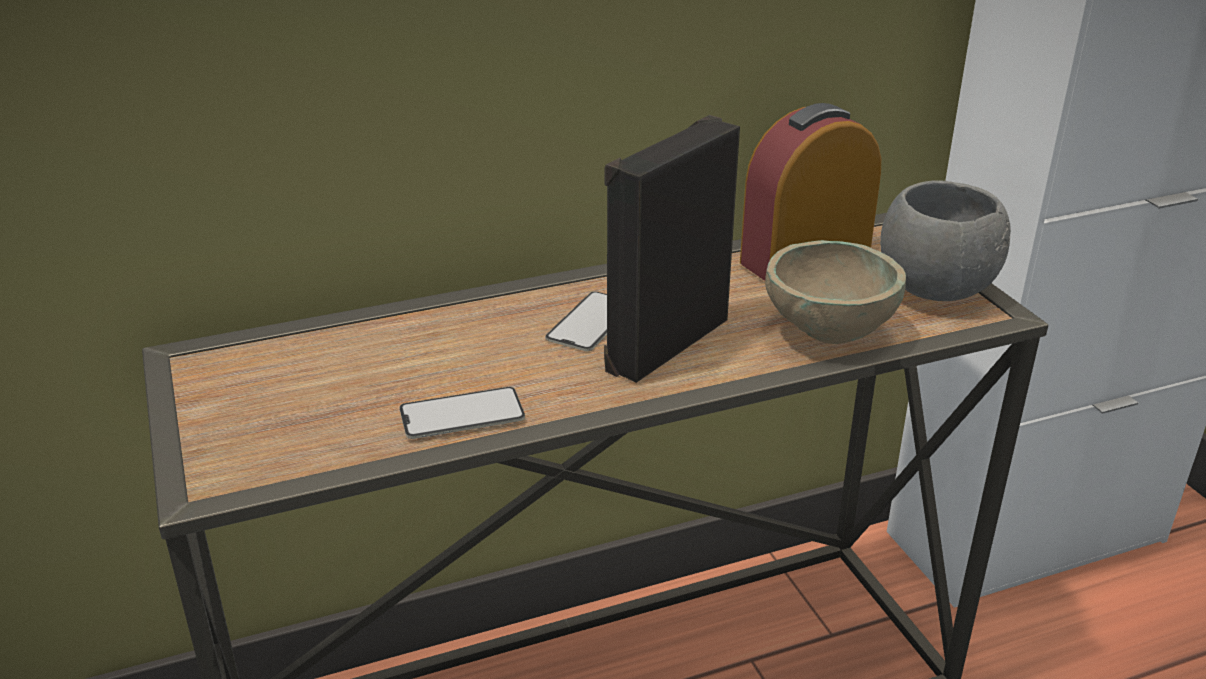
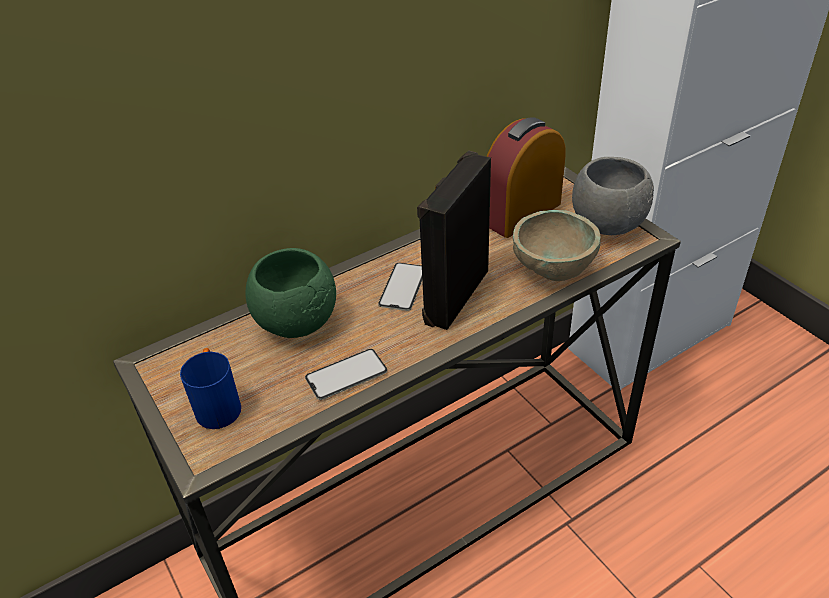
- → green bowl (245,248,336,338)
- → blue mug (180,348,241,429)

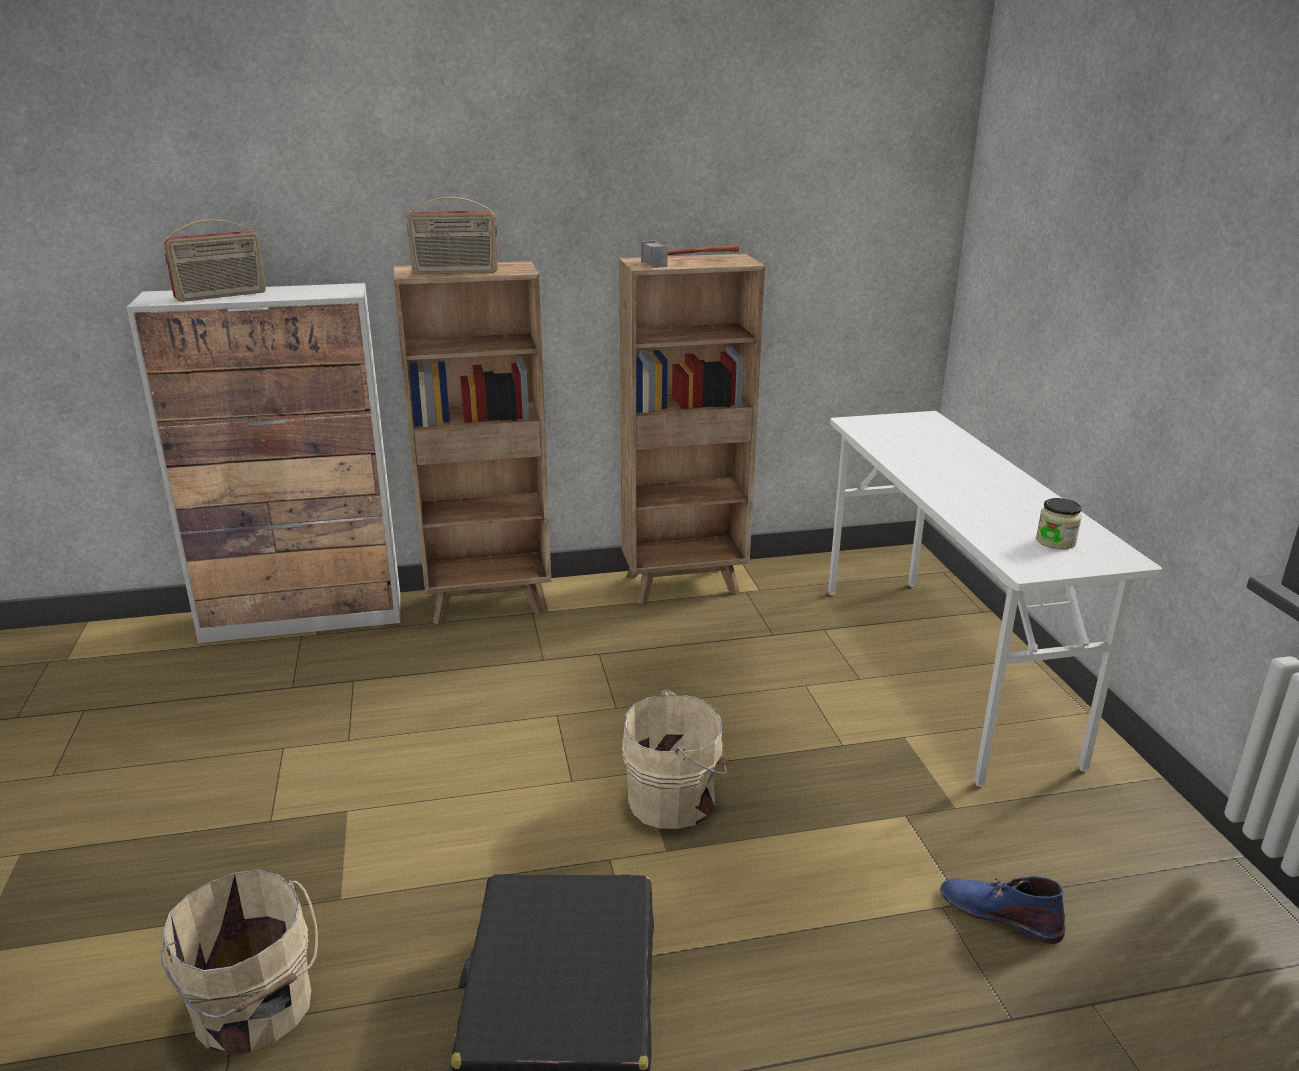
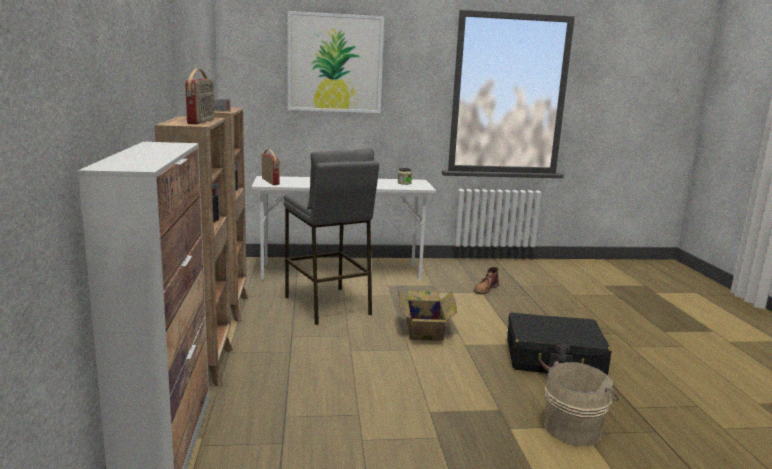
radio (163,219,266,302) → radio (262,149,280,185), moved
beige bucket (622,690,727,829) → cardboard box (397,289,457,340)
blue boot (940,876,1065,944) → brown boot (474,267,499,294)
- → picture (287,11,384,113)
- → grey stool (284,148,379,325)

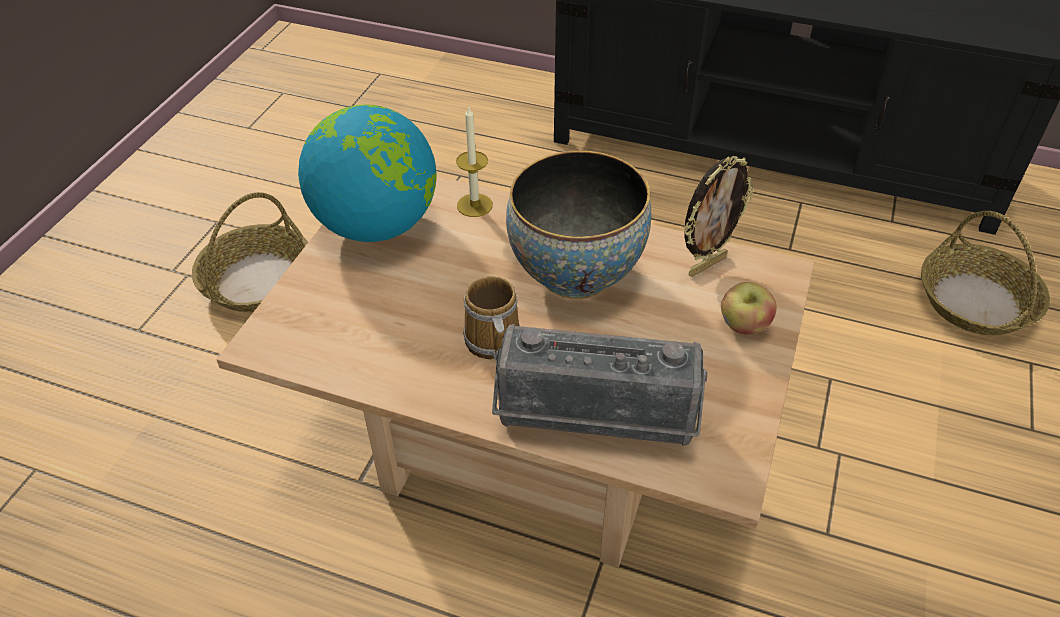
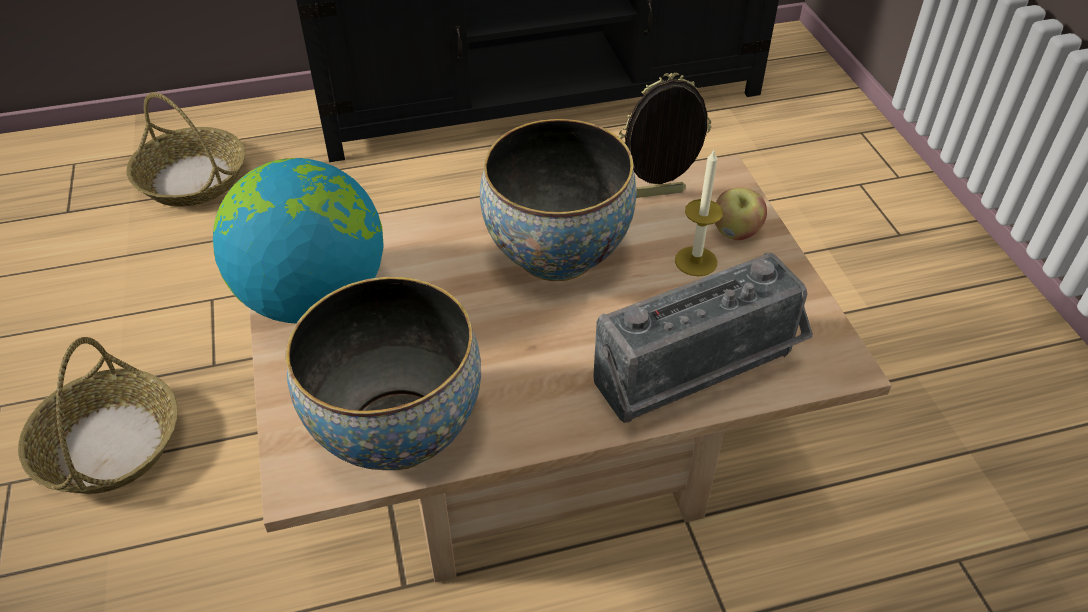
candle (456,105,493,217) → candle (675,150,723,276), moved
picture frame (684,156,754,277) → picture frame (618,73,711,198), 120 degrees counterclockwise
basket (921,211,1050,335) → basket (126,92,245,207), moved
mug (463,276,520,363) → -
- → bowl (286,277,481,470)

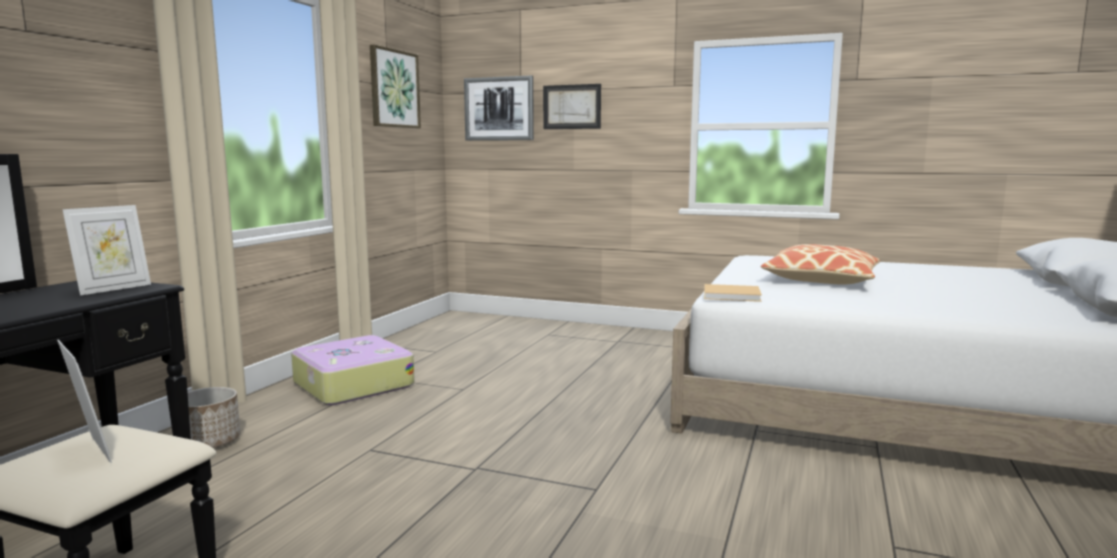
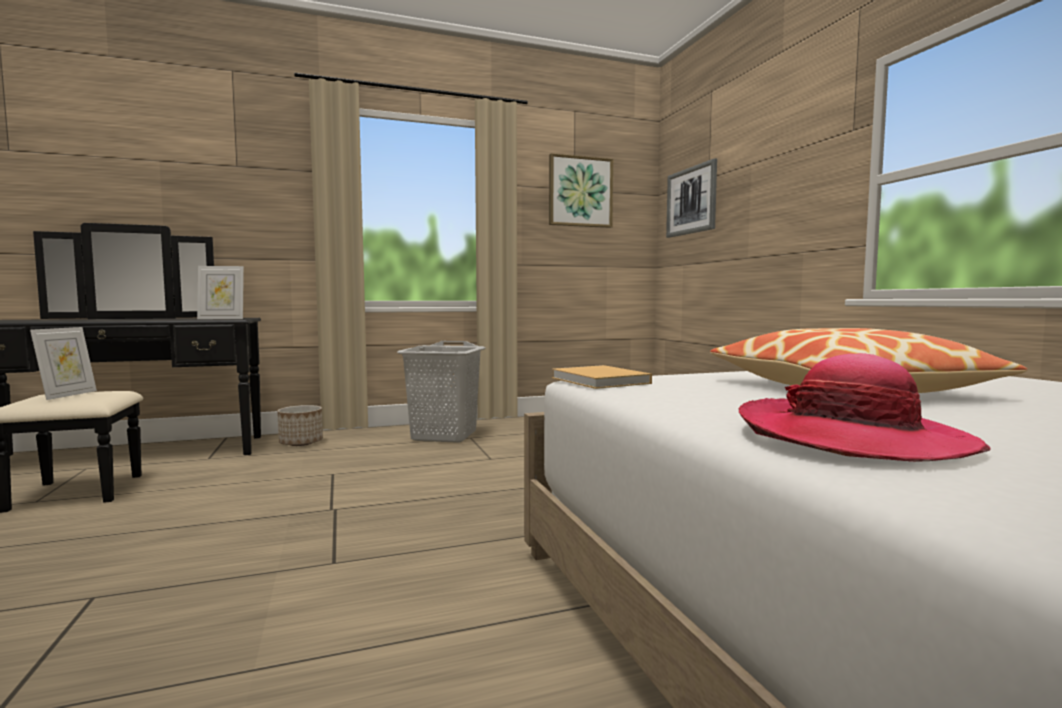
picture (543,84,601,129) → -
suitcase (291,335,414,405) → grey laundry basket (397,341,485,443)
- → hat (739,353,991,462)

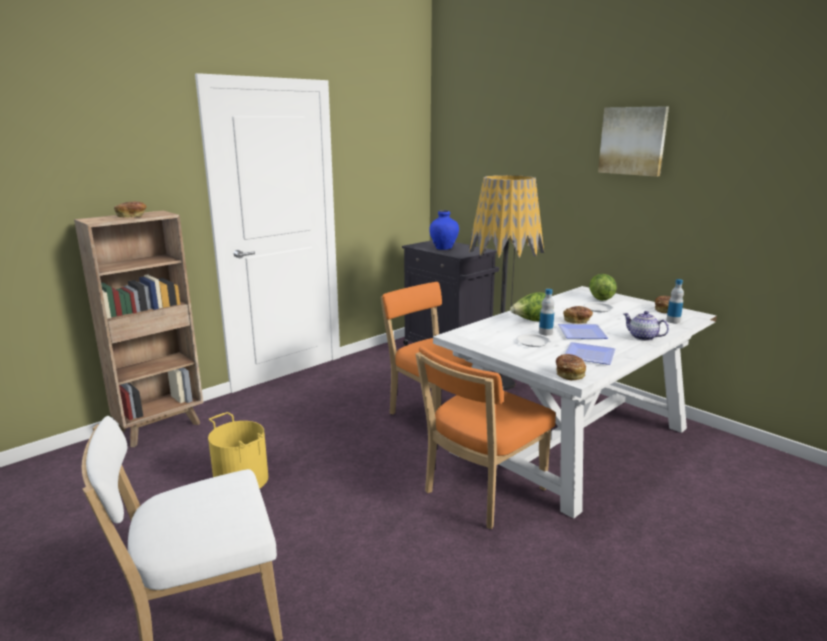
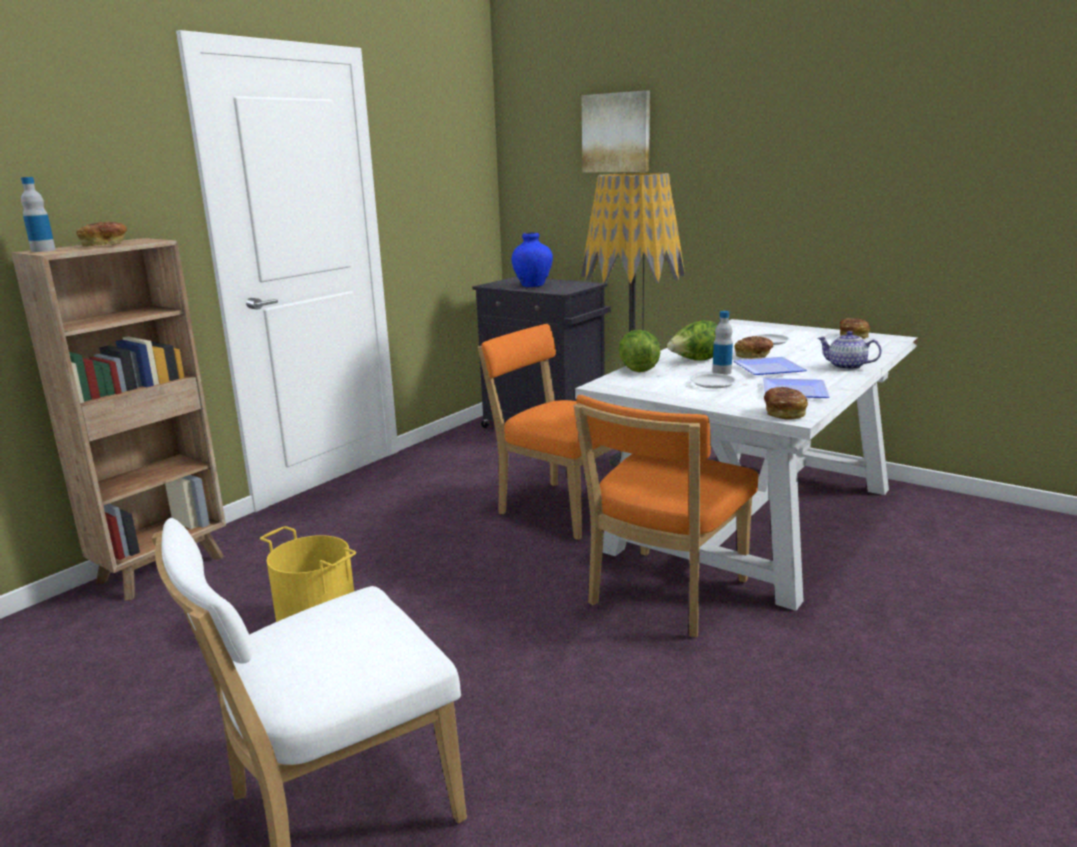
picture (598,106,669,177) → picture (581,90,650,173), moved
lettuce (589,274,617,301) → lettuce (618,330,660,372), moved
bottle (666,279,684,324) → bottle (21,177,56,252), moved

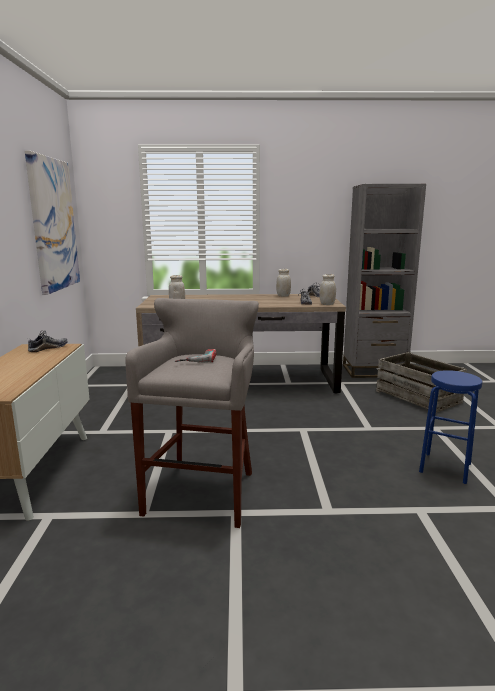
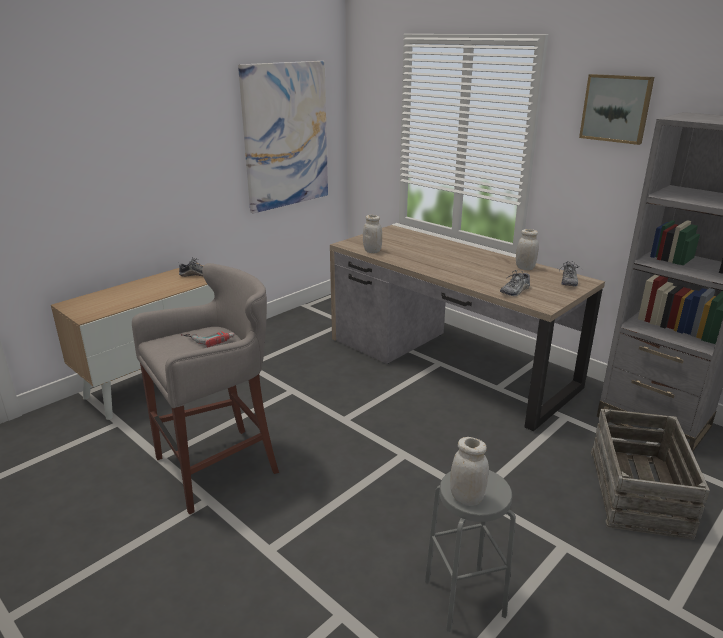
white jar (320,274,336,305) → white jar (450,437,489,506), moved
blue stool (419,370,483,484) → grey stool (425,470,516,632)
- → picture (579,74,654,145)

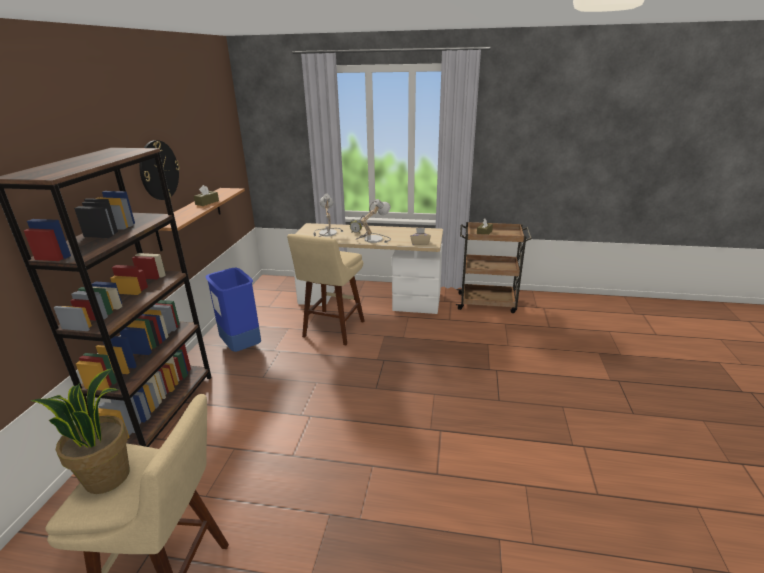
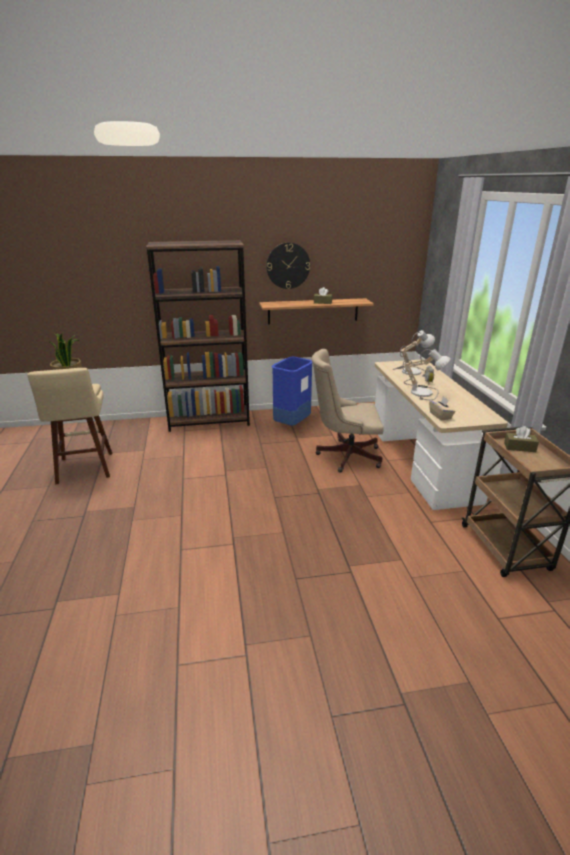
beige stool (287,234,364,345) → beige office chair (311,349,384,473)

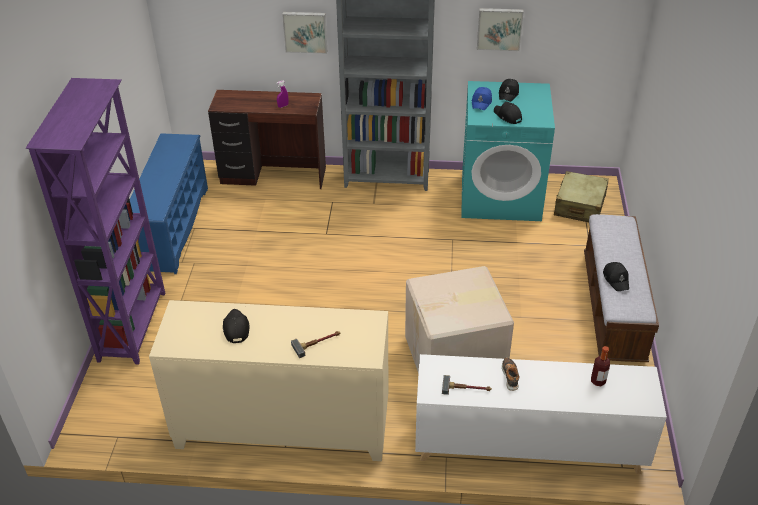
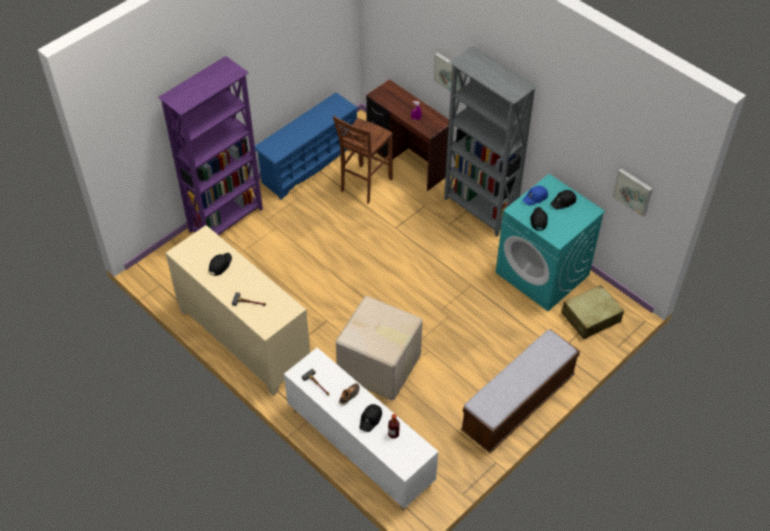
picture (477,8,524,51) → picture (612,168,653,217), moved
black cap (603,262,629,291) → black cap (359,404,382,432), moved
- → brown stool (333,116,393,204)

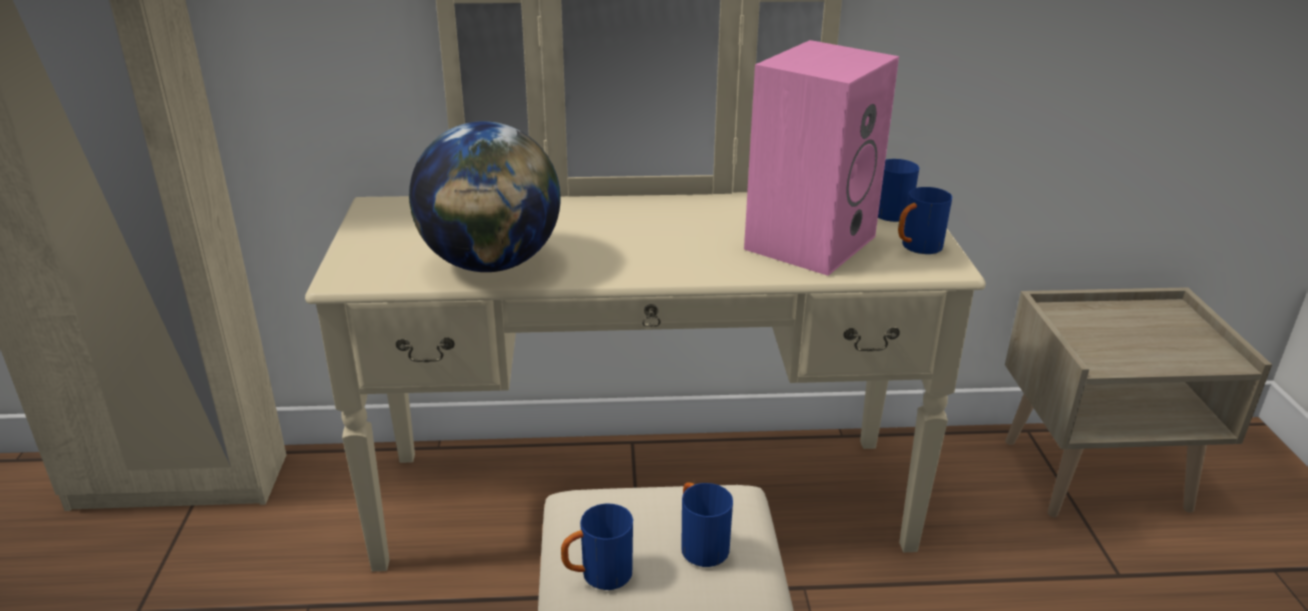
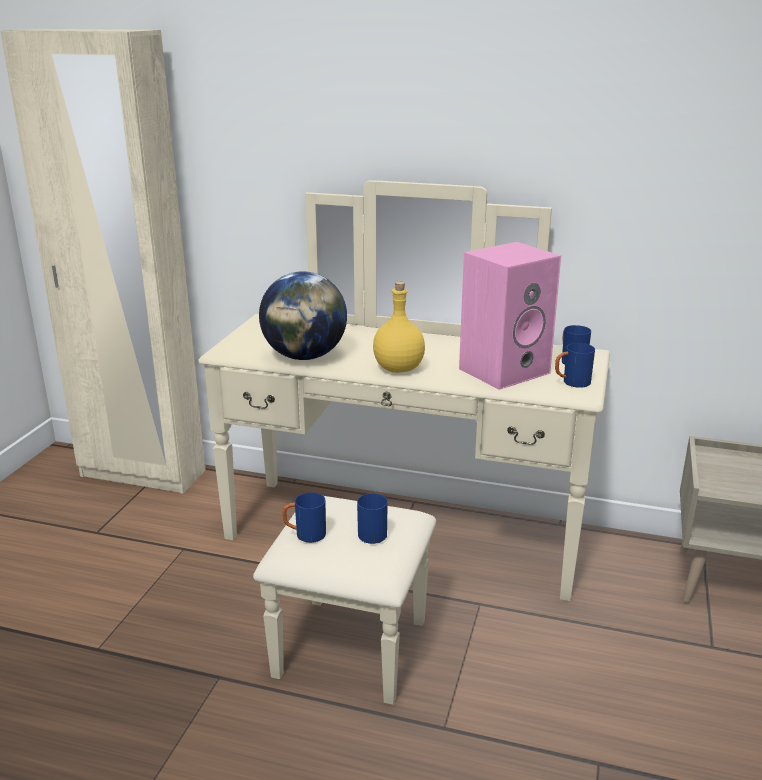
- → yellow bottle (373,281,425,373)

